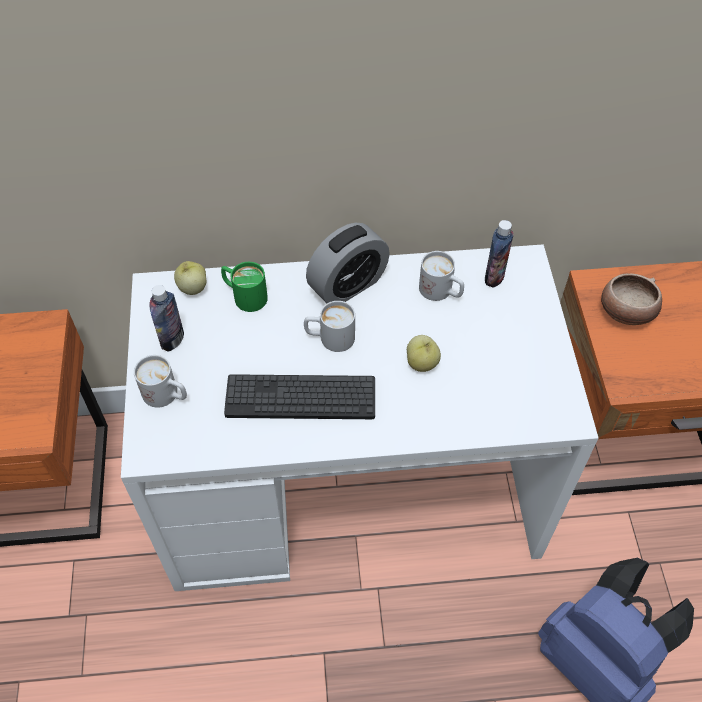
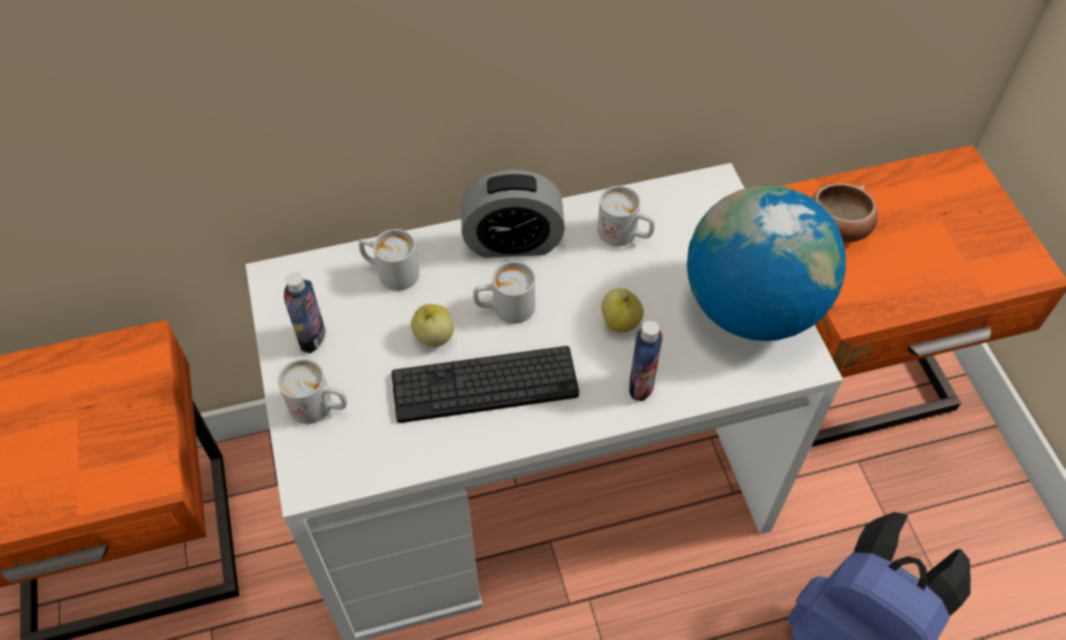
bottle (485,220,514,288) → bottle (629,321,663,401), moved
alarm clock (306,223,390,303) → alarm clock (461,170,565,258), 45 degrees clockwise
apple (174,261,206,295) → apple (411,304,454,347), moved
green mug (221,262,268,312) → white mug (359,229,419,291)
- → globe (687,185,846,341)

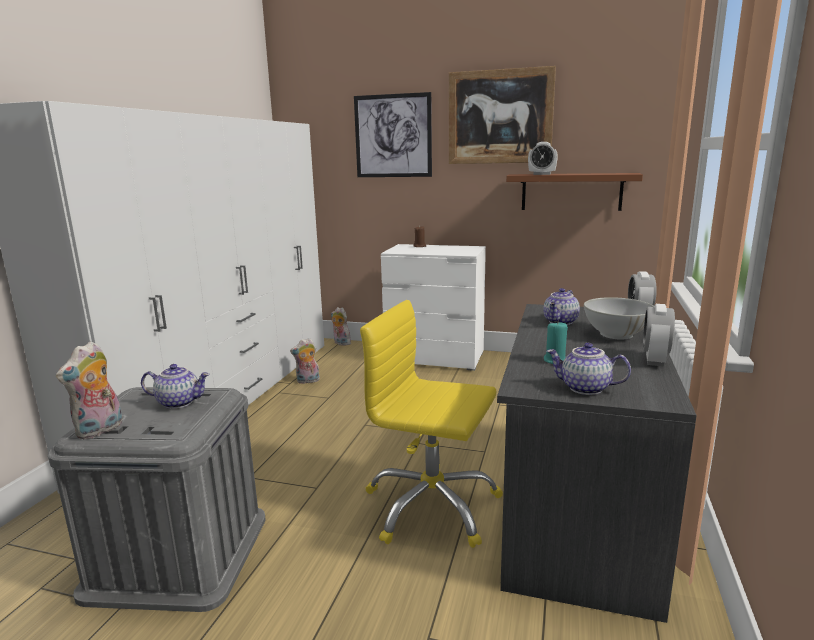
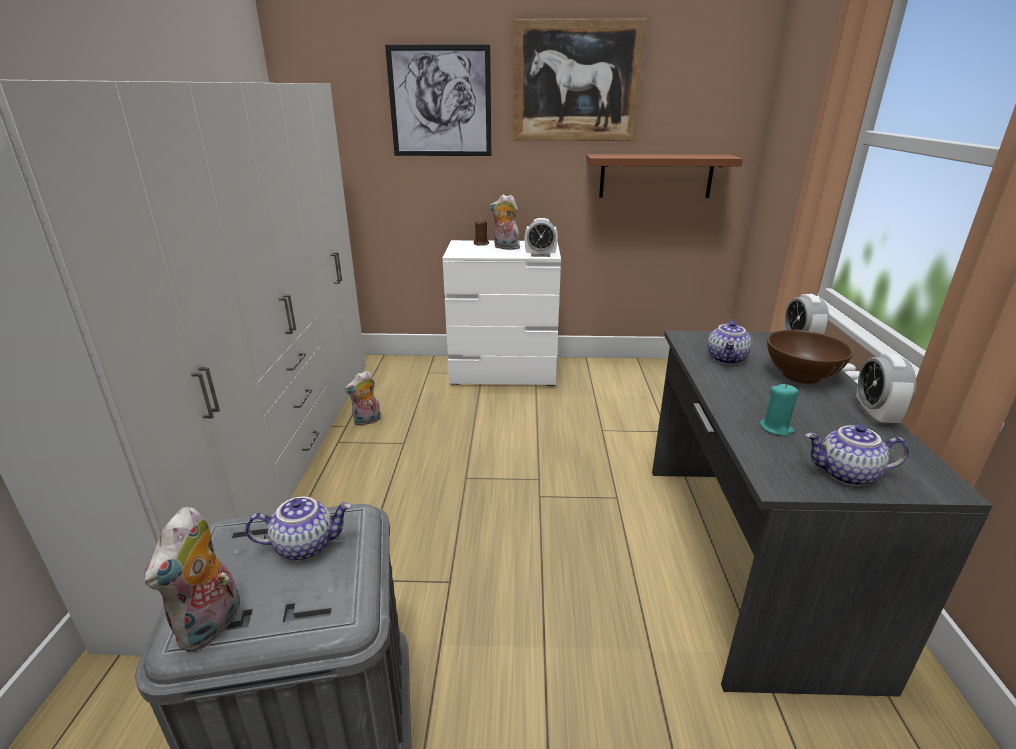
alarm clock (528,142,558,175) → alarm clock (525,218,558,257), moved
white bowl (584,297,654,340) → brown bowl (767,330,854,384)
yellow office chair (360,300,503,548) → -
plush toy (331,307,351,346) → plush toy (490,195,520,250), moved

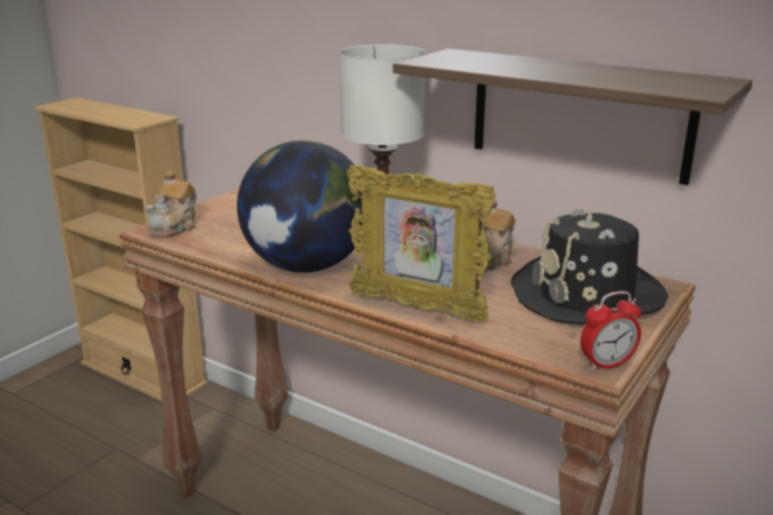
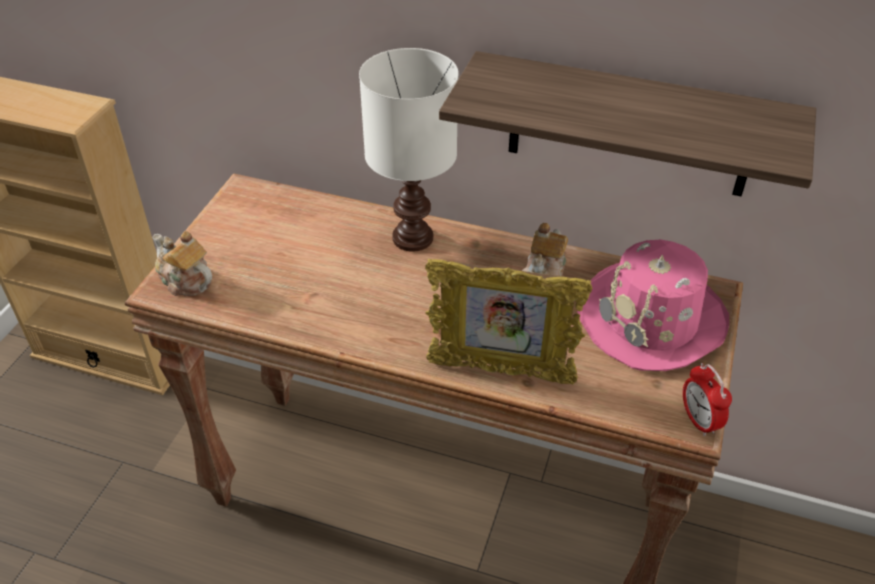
globe (237,140,362,273) → -
teapot (144,170,197,238) → teapot (152,231,212,296), 120 degrees clockwise
black hat (511,208,668,325) → pink hat (577,239,729,371)
alarm clock (580,291,641,371) → alarm clock (683,363,732,436), 105 degrees clockwise

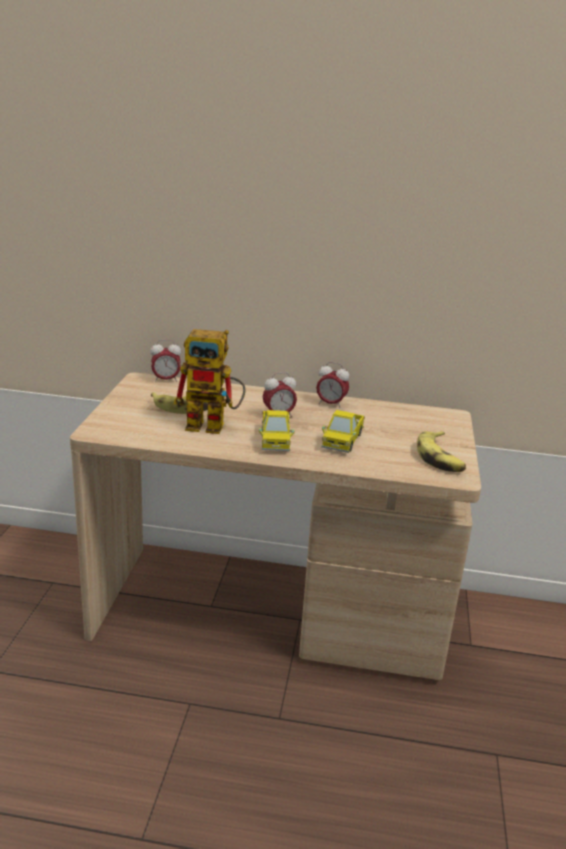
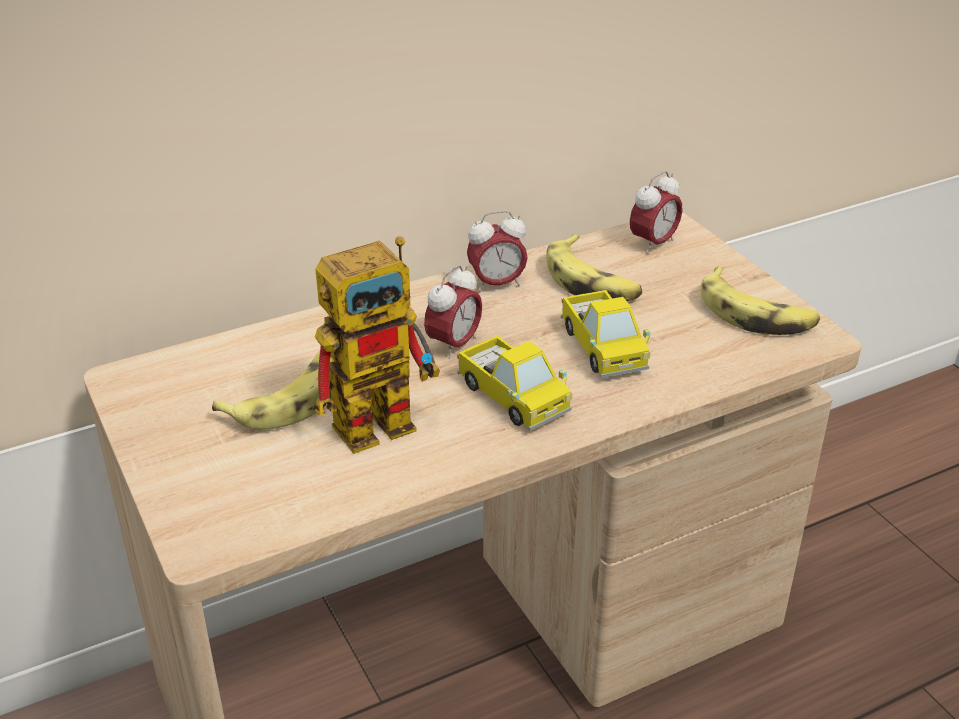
alarm clock (150,340,181,382) → alarm clock (630,171,682,254), moved
- → banana (546,234,643,301)

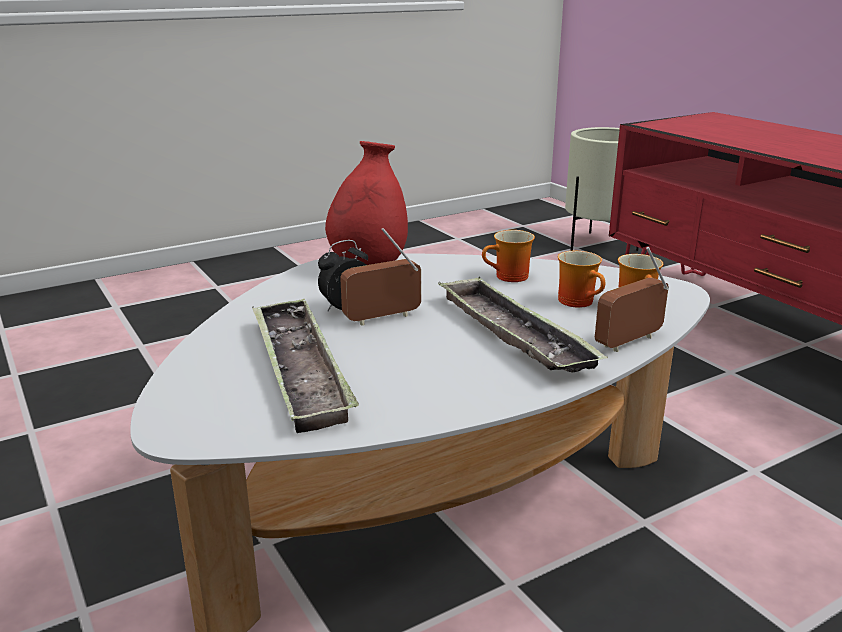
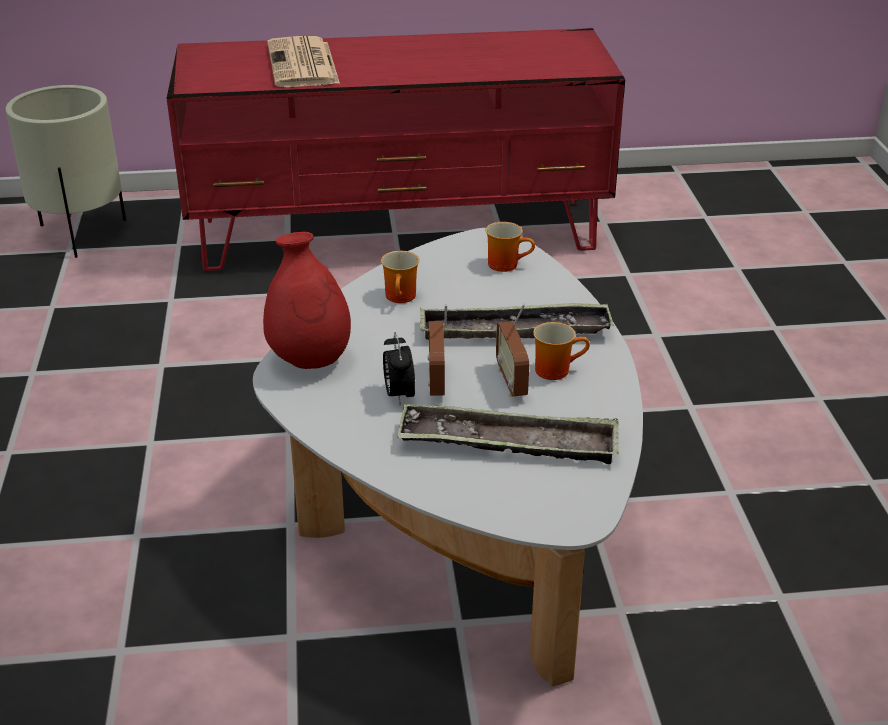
radio (595,247,669,352) → radio (496,304,529,397), moved
mug (558,251,605,308) → mug (533,322,590,380), moved
- → newspaper (267,36,340,87)

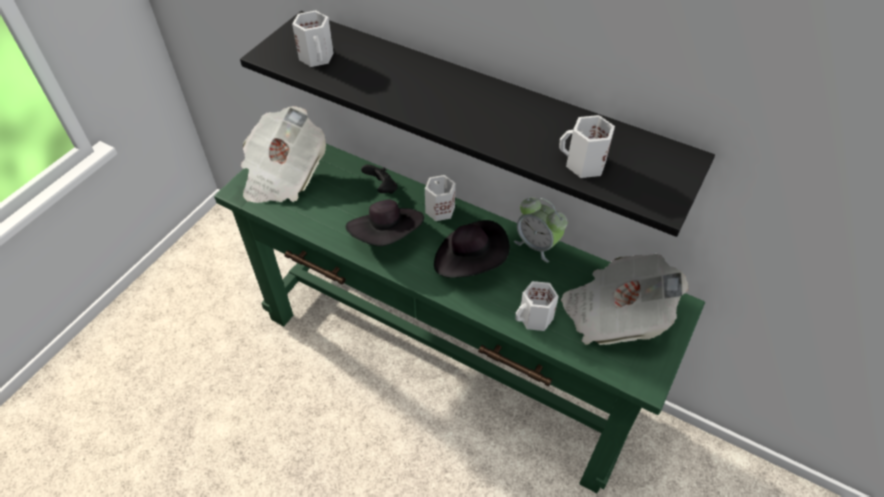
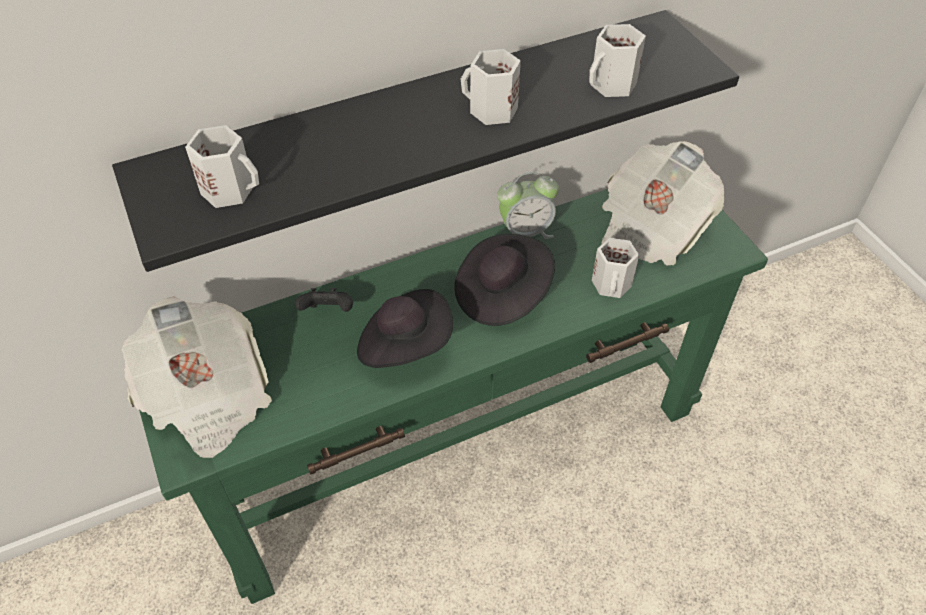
white mug (425,175,455,221) → white mug (461,49,521,125), moved

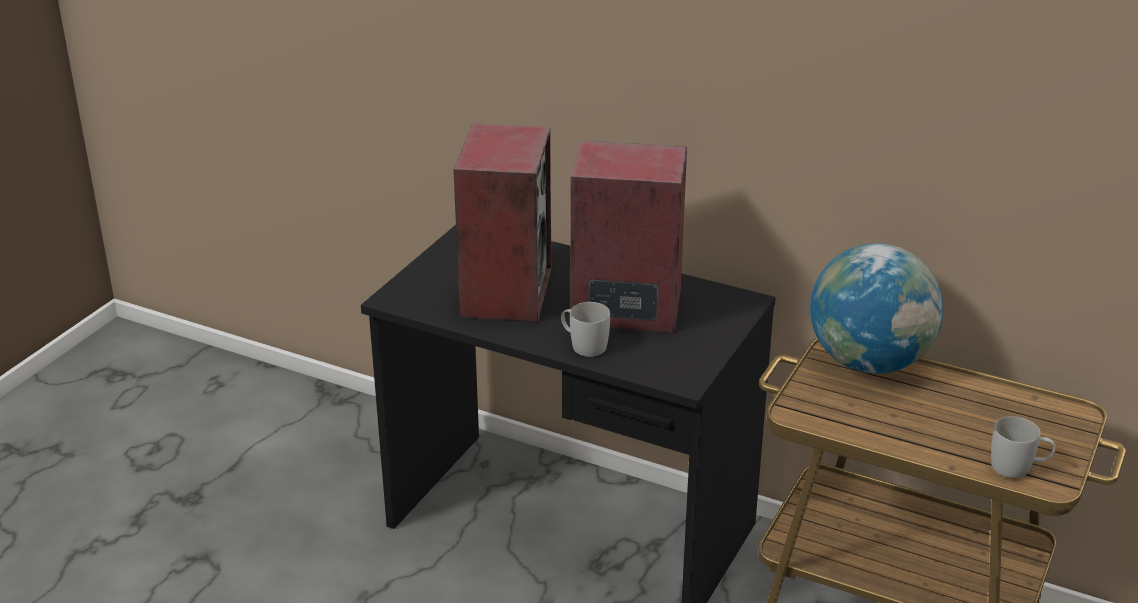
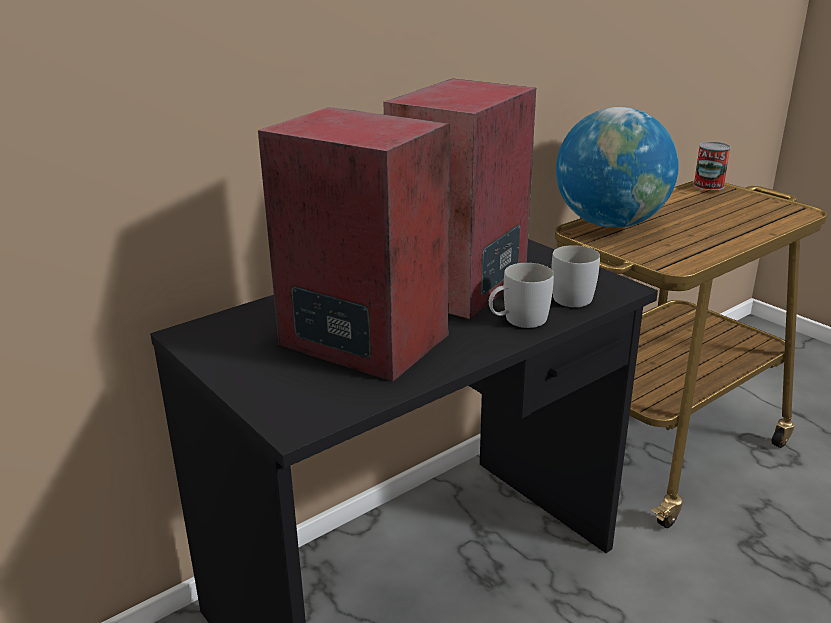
white mug (991,416,1056,478) → white mug (551,245,600,307), moved
- → can (693,142,731,190)

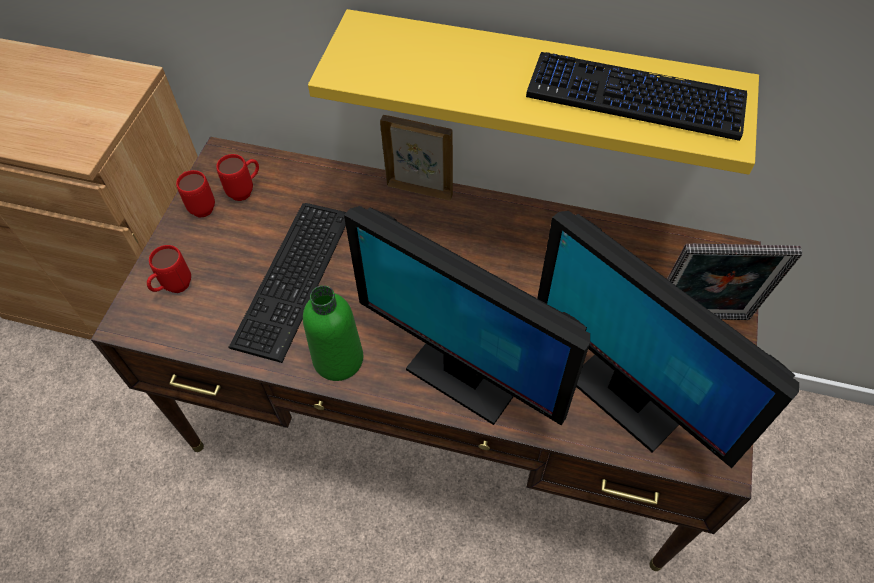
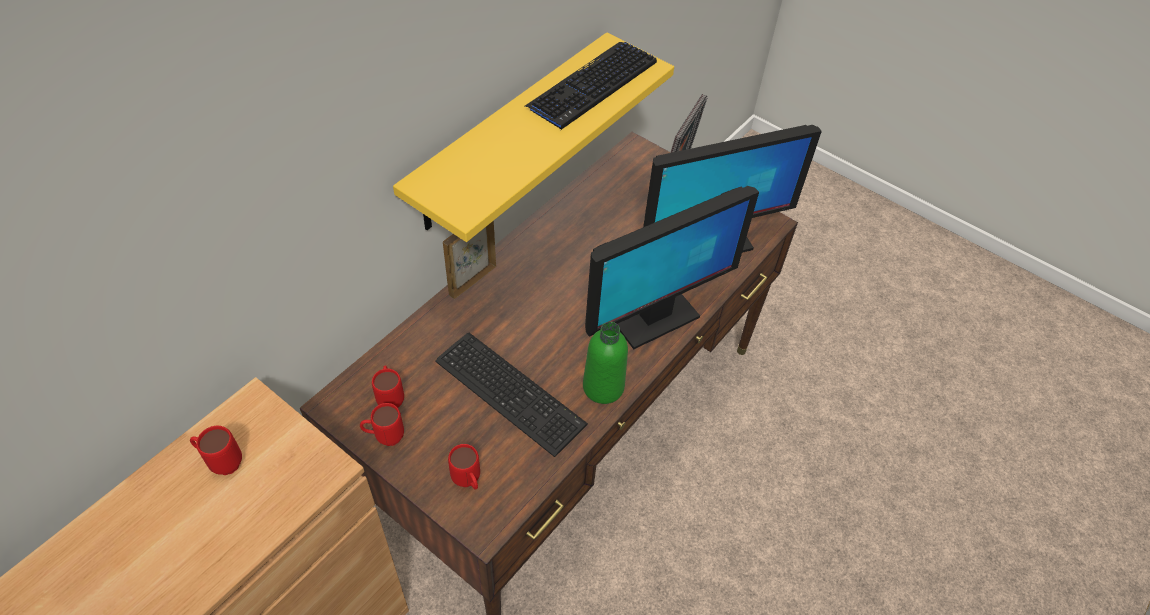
- → red mug (190,426,242,475)

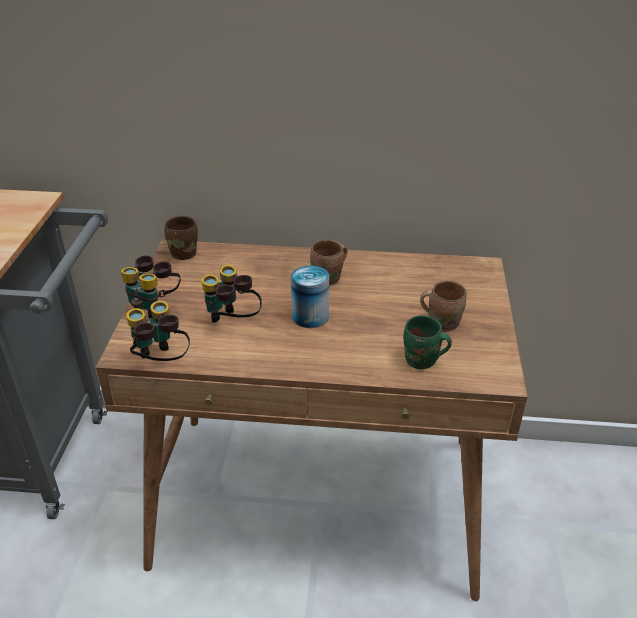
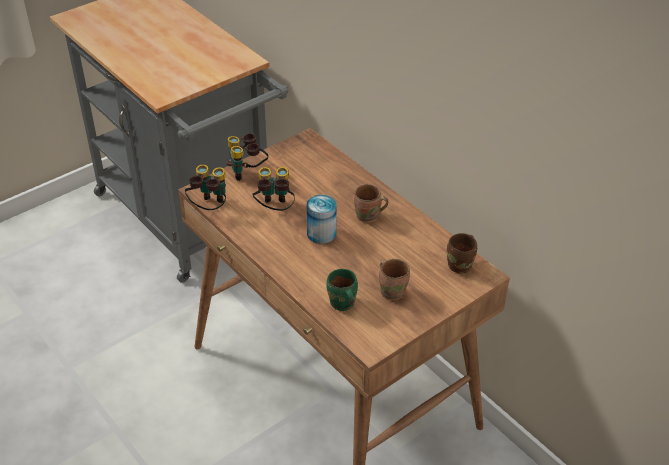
brown mug (165,216,198,260) → brown mug (447,233,477,274), moved

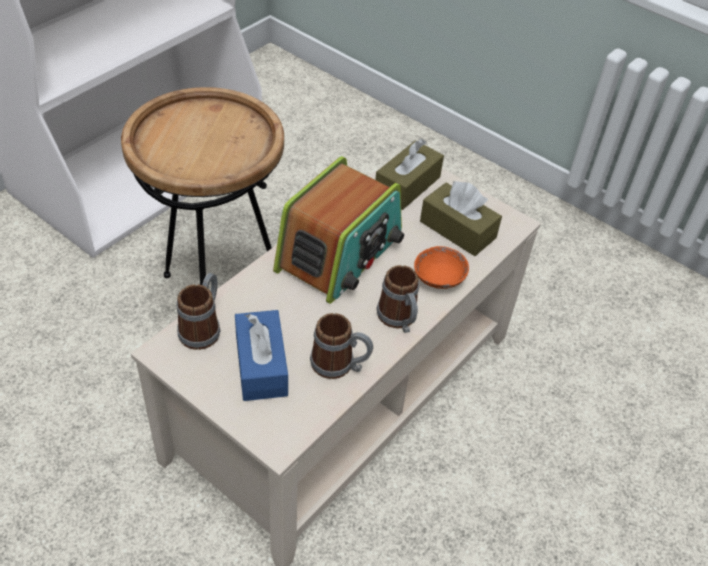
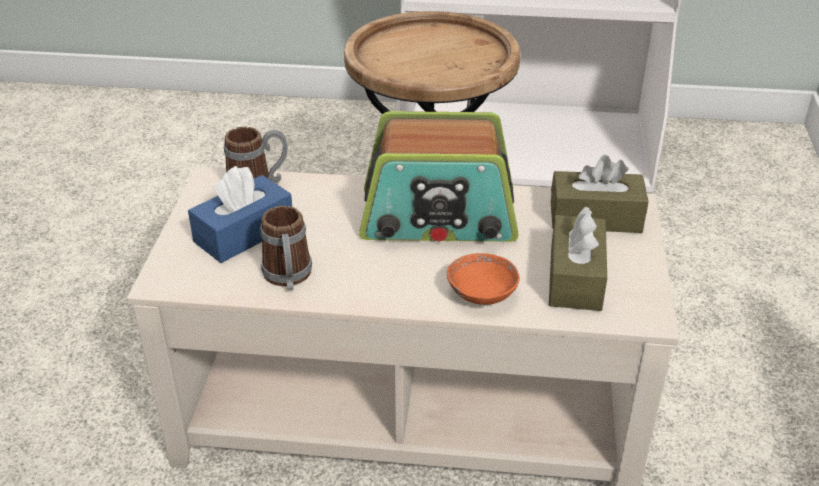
mug (377,265,419,333) → -

